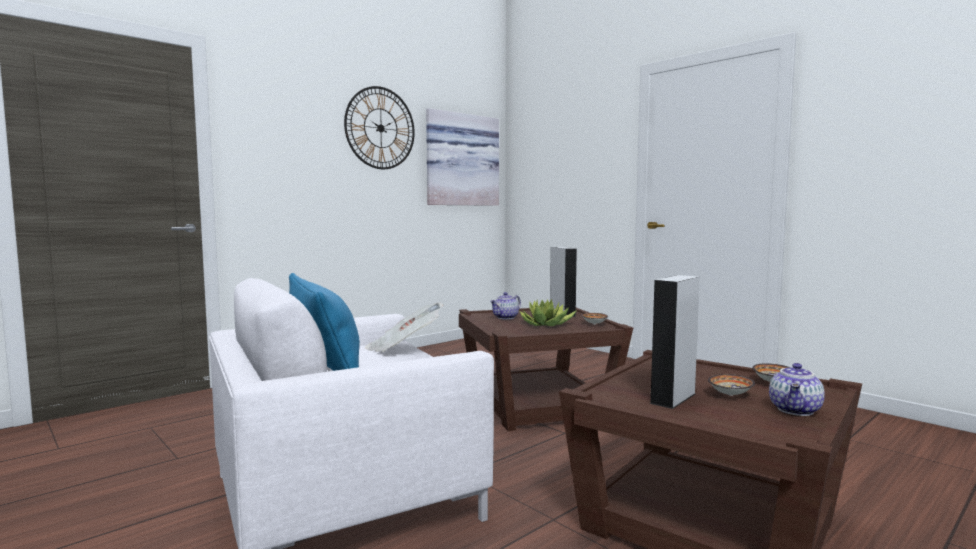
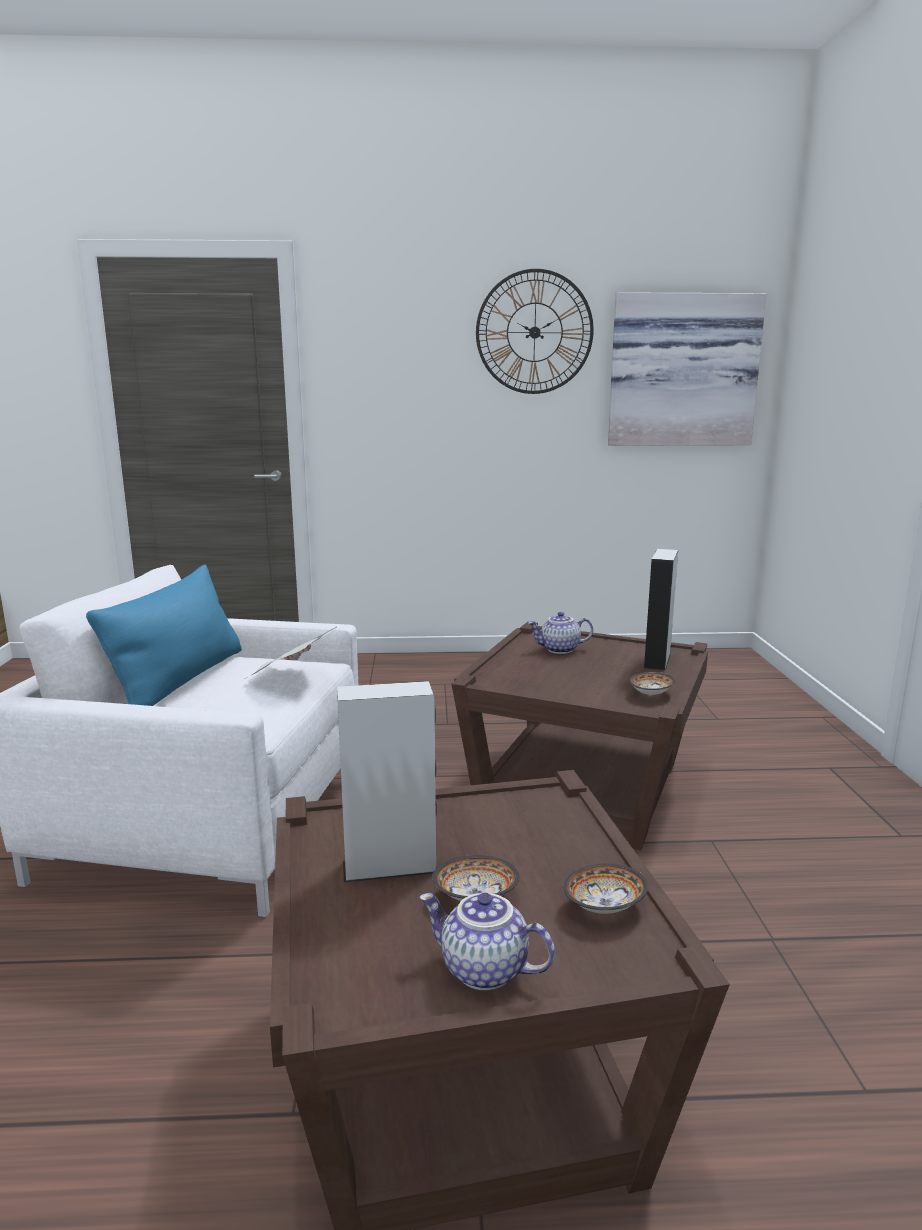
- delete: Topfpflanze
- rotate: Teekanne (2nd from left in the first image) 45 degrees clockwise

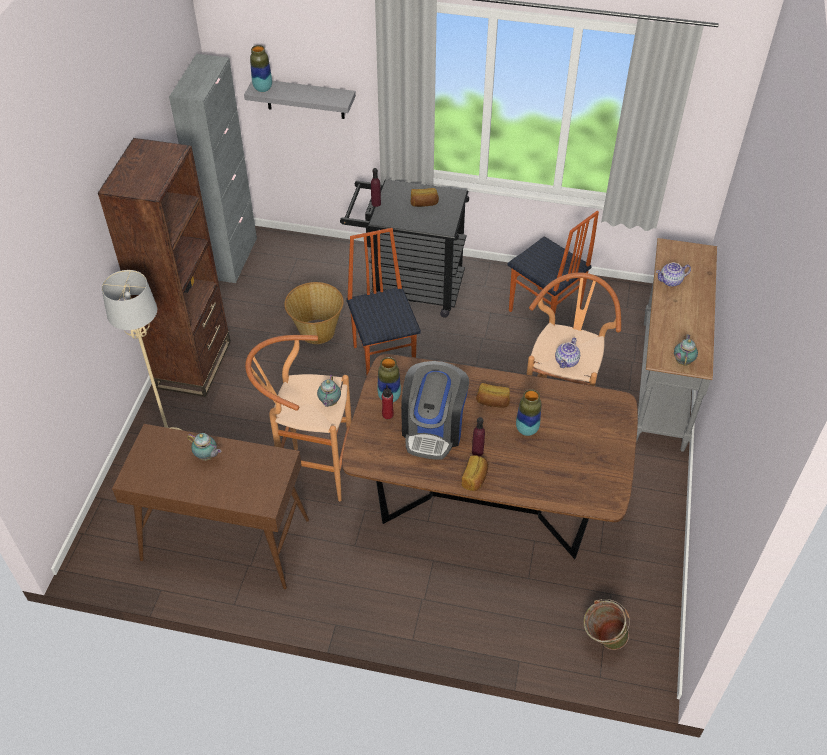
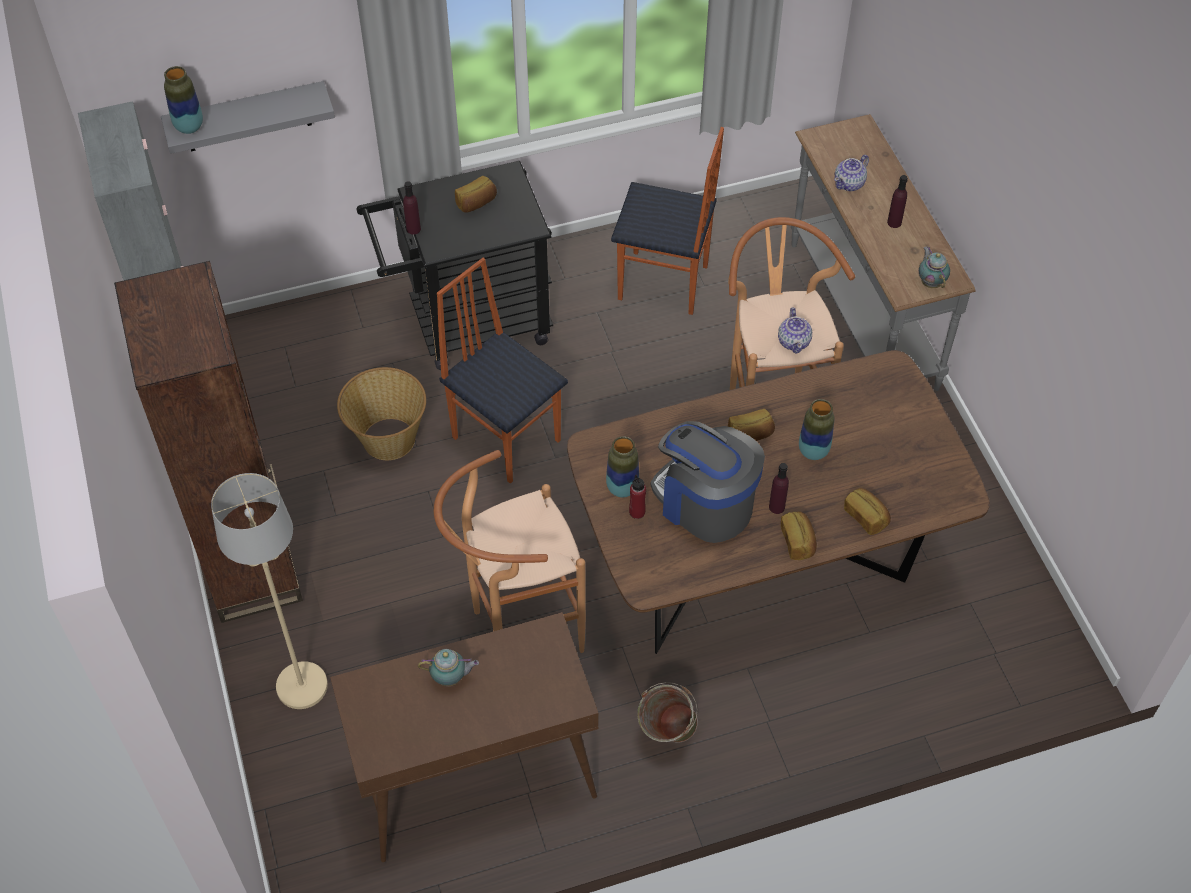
- delete: Teekanne (2nd from left)
- rotate: Kaffeemaschine 150 degrees clockwise
- move: Eimer (grün)
- insert: Brot (4th from left)
- insert: Flasche (lila) (3rd from left)

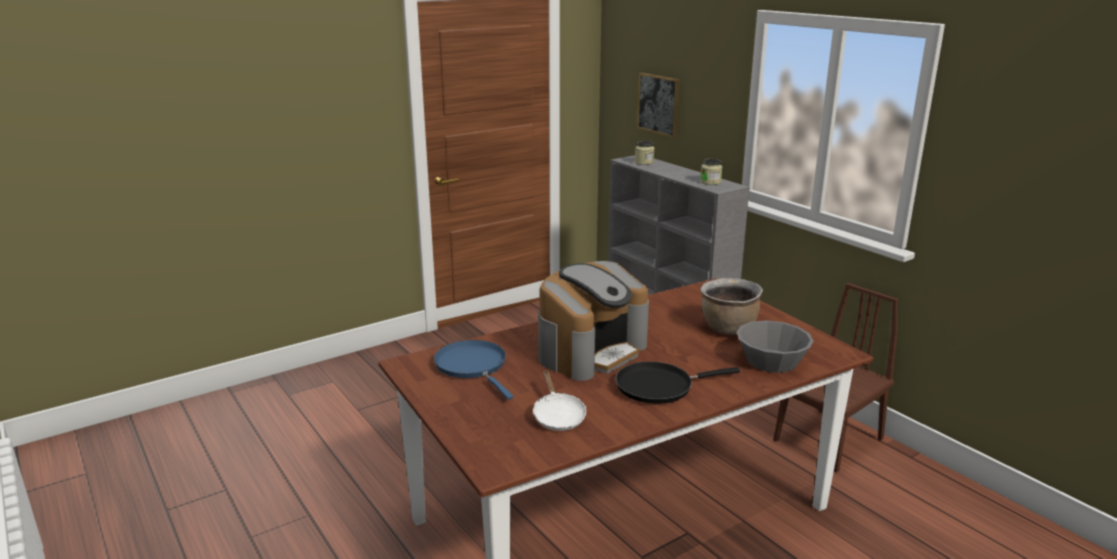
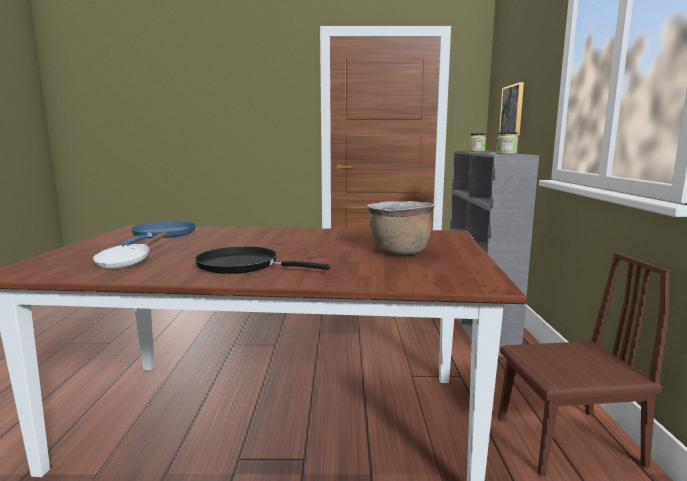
- delete: Kaffeemaschine
- delete: Schüssel (grau)

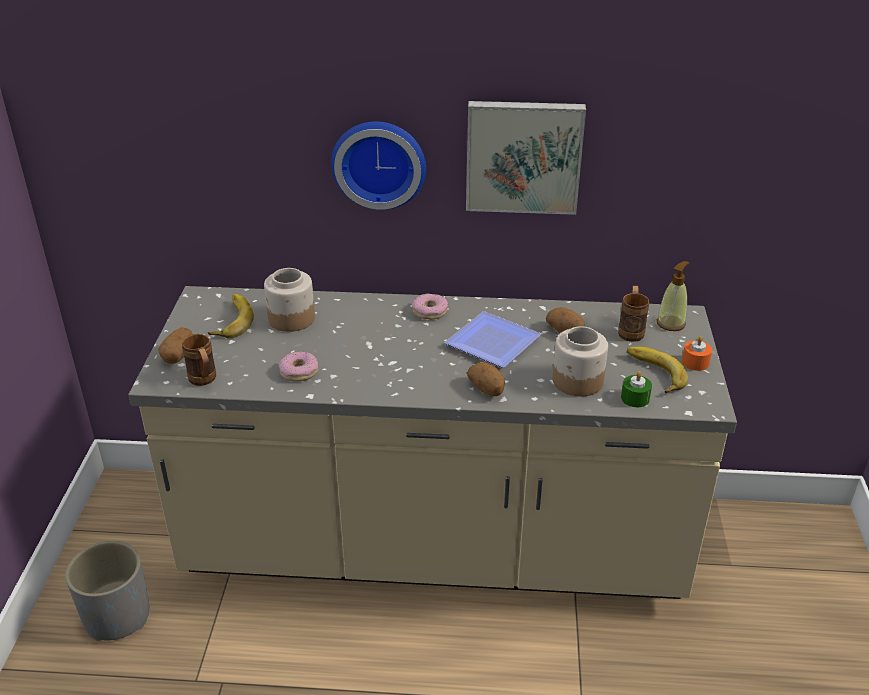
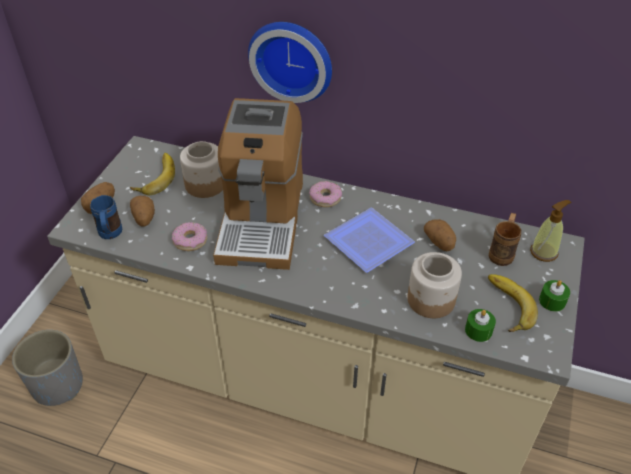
- recolor: Henkelbecher (braun) (1st from left) to Henkelbecher (blau)
- delete: Bild
- move: Kartoffel (2nd from left)
- recolor: Kerze (orange) to Kerze (grün) (2nd from left)
- insert: Kaffeemaschine

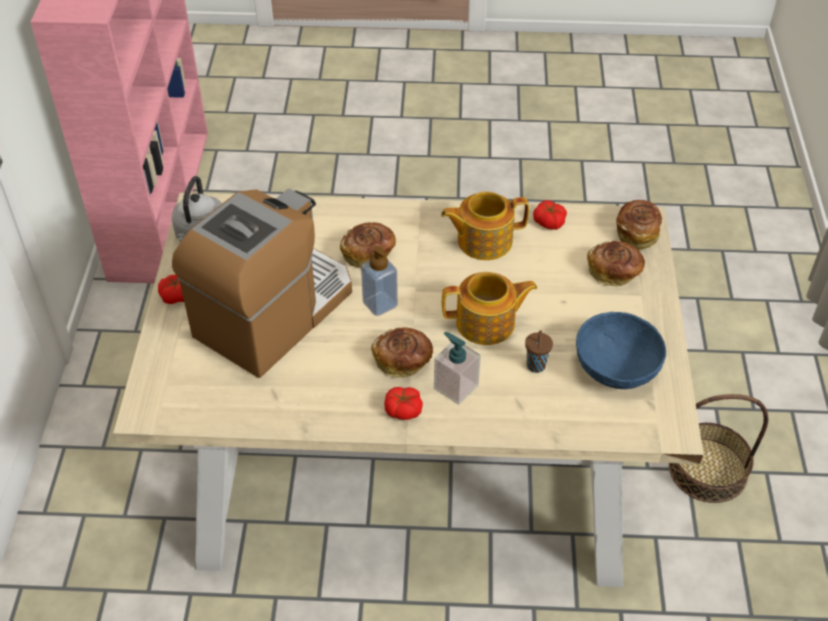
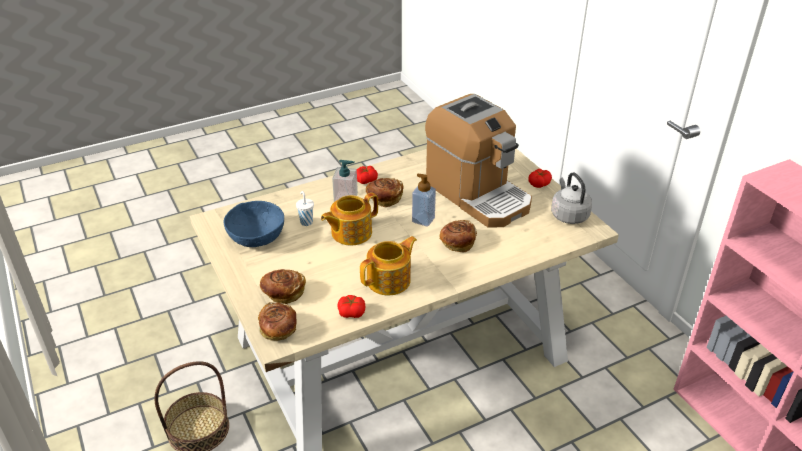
- rotate: Kaffeemaschine 45 degrees counterclockwise
- recolor: Tasse (braun) to Tasse (weiß)

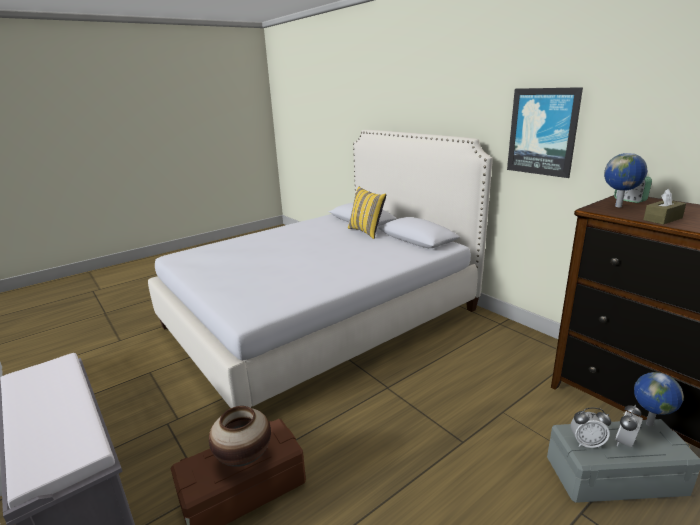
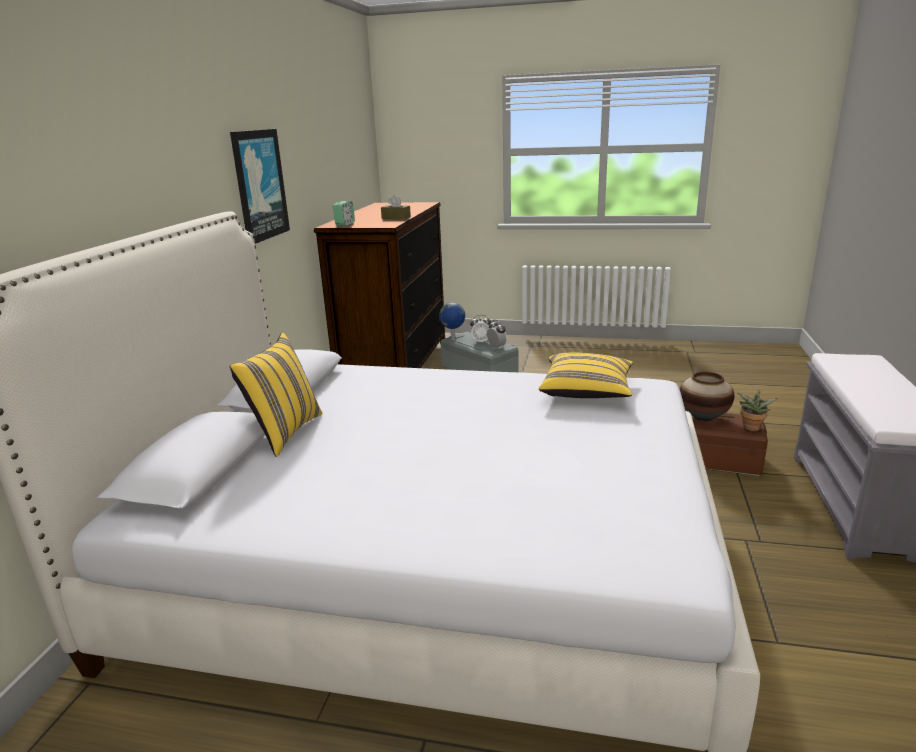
- delete: Globus (1st from left)
- insert: Kissen (gelb) (2nd from left)
- insert: Topfpflanze

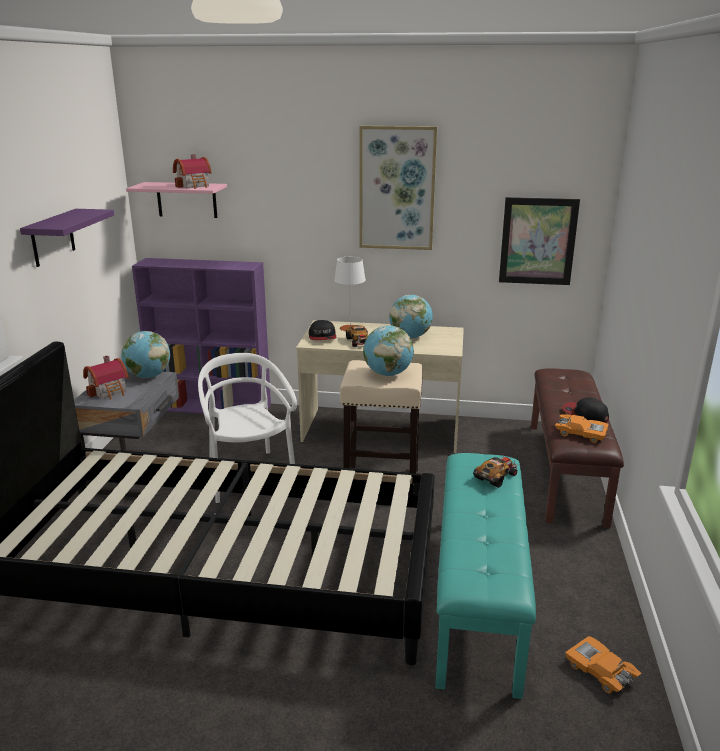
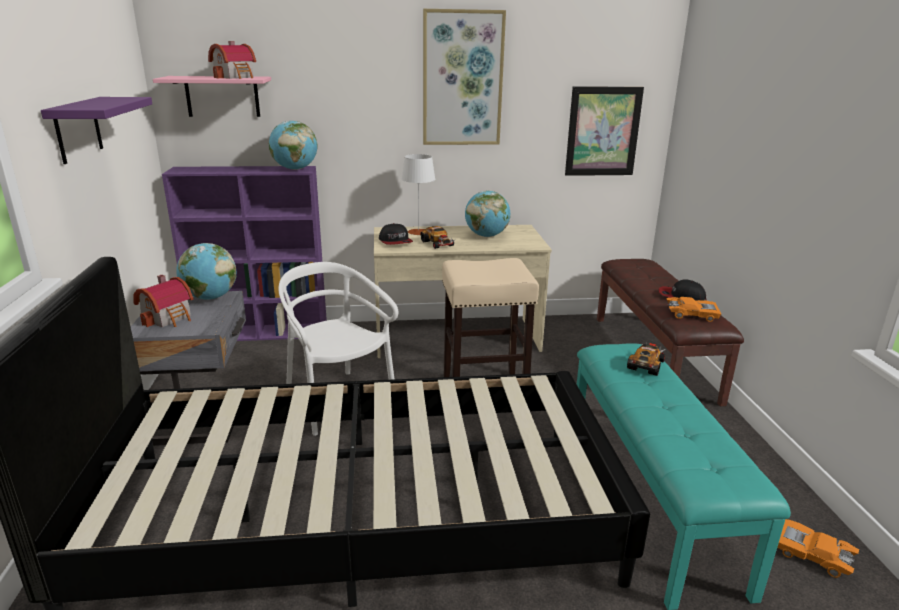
- move: Globus (2nd from left)

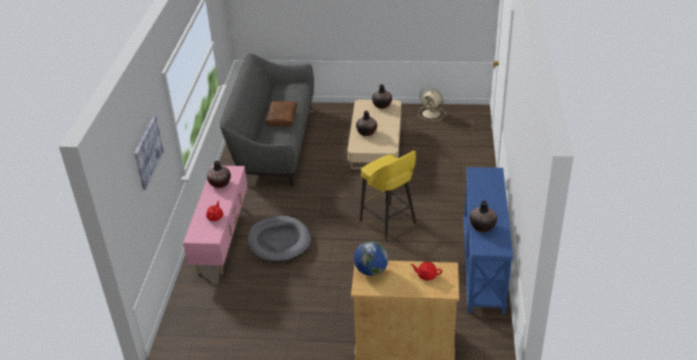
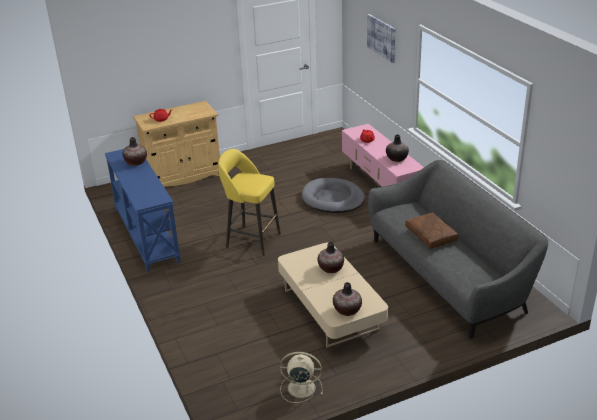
- delete: Globus

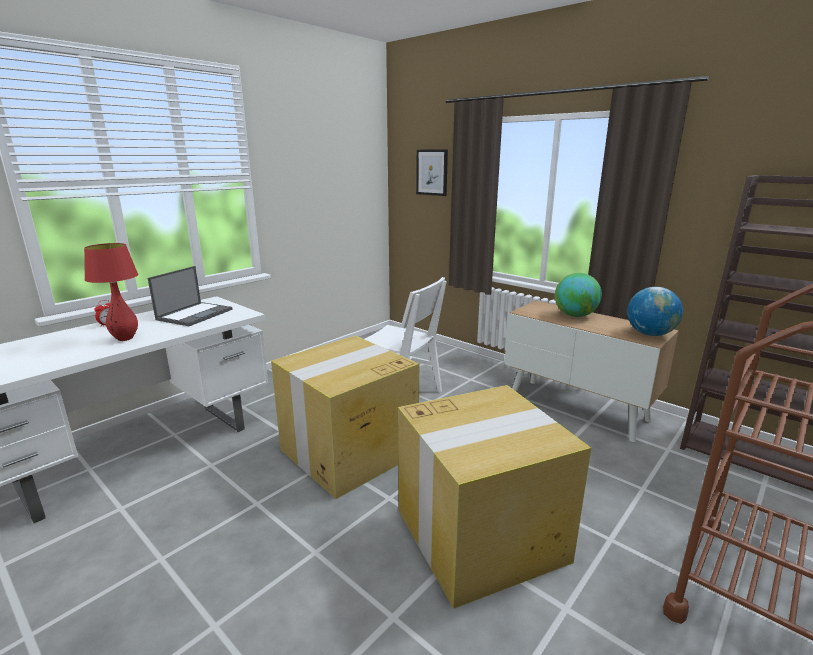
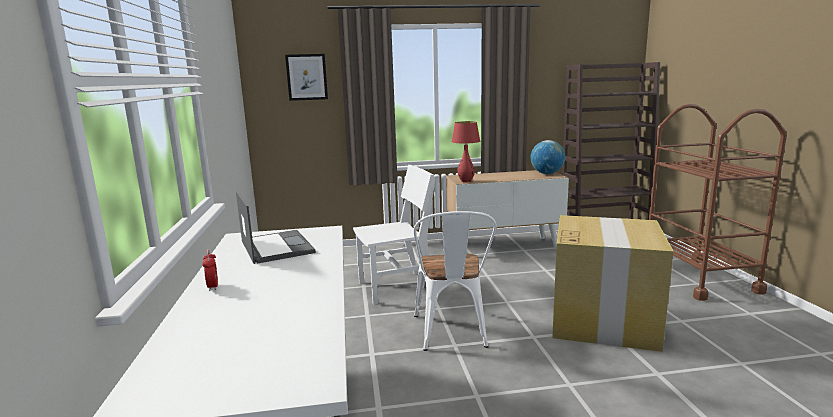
- move: Tischlampe (rot)
- replace: Karton (1st from left) to Stuhl (weiß) (2nd from left)
- delete: Globus (1st from left)

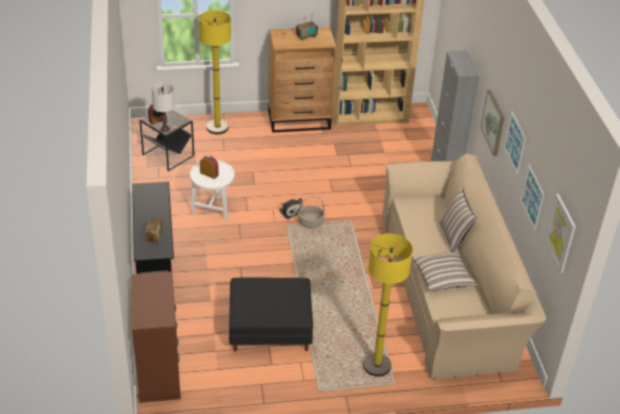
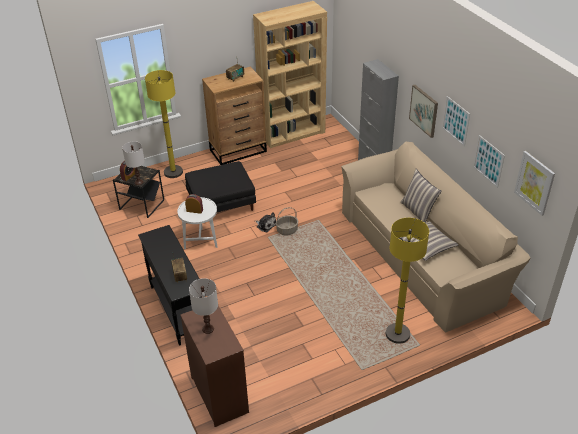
- move: Polsterhocker (schwarz)
- insert: Tischlampe (weiß) (2nd from left)

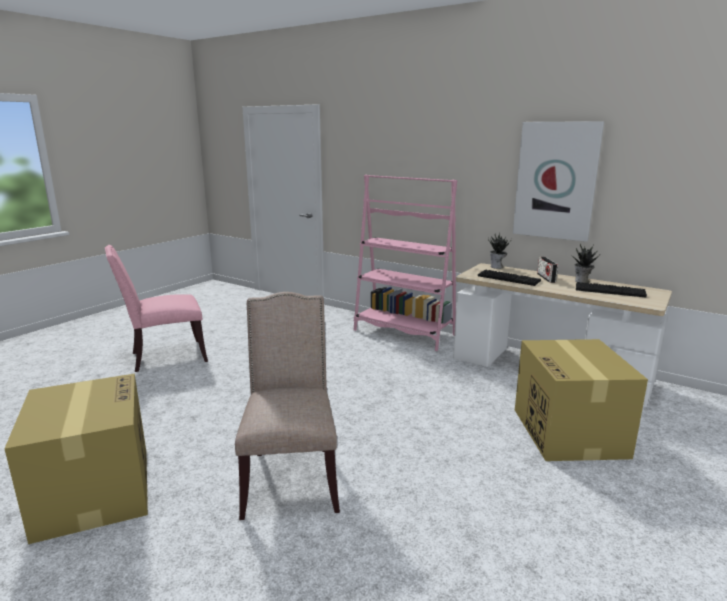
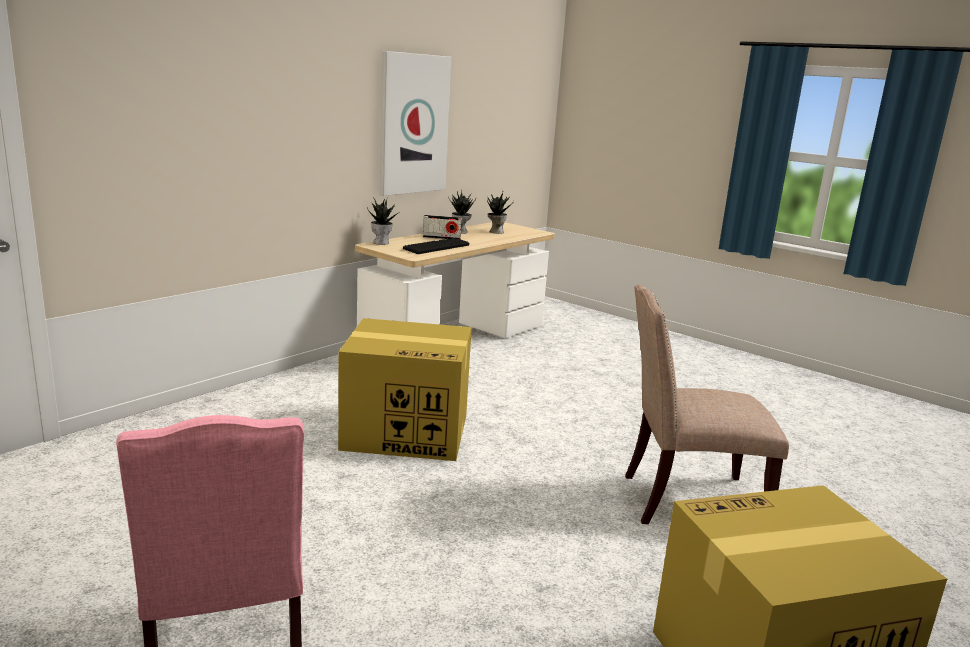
- delete: Bücherregal (rosa)
- move: Karton (2nd from left in the first image) to Karton (1st from left)
- replace: Tastatur (2nd from left) to Topfpflanze (3rd from left)

